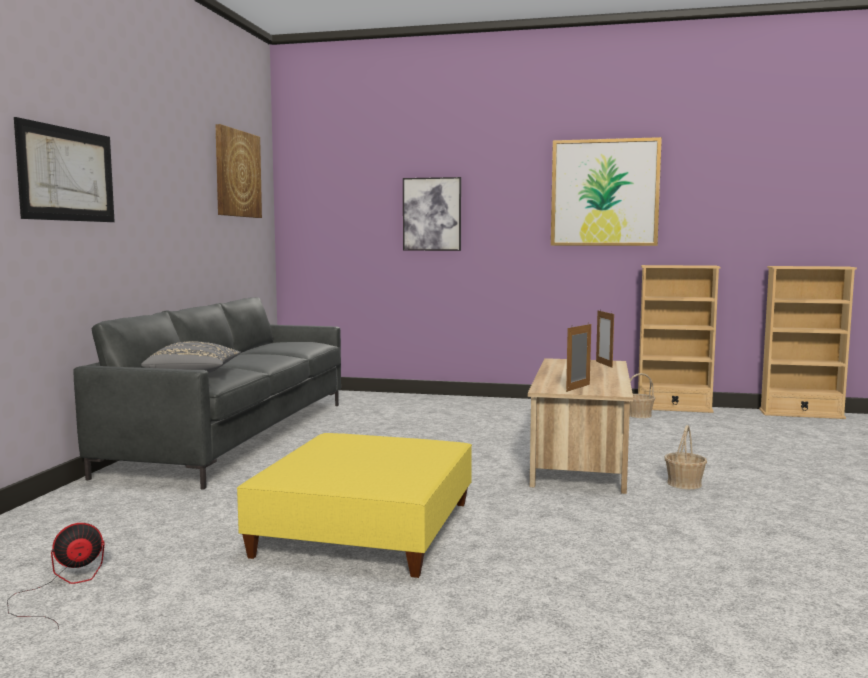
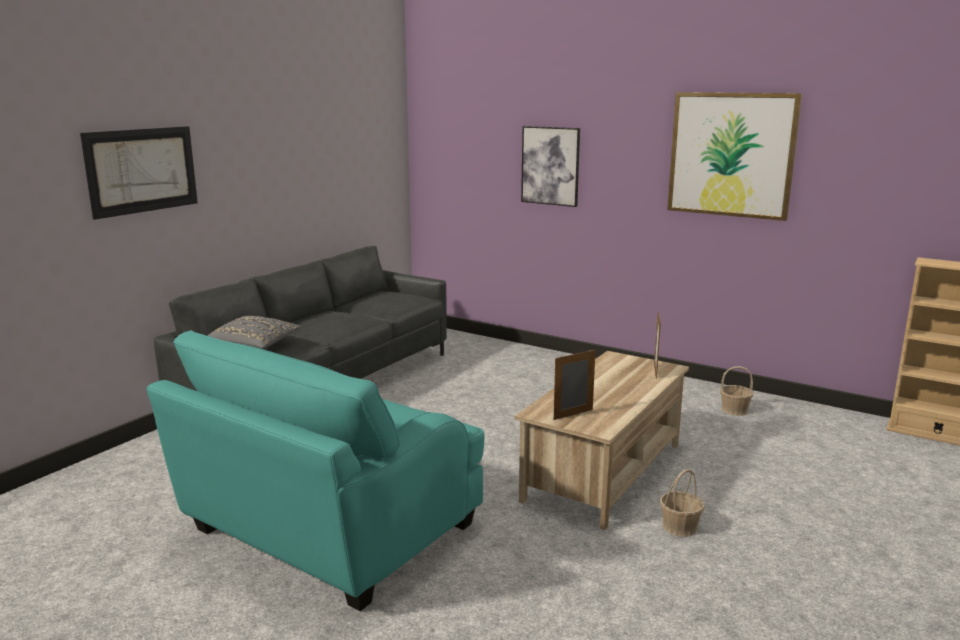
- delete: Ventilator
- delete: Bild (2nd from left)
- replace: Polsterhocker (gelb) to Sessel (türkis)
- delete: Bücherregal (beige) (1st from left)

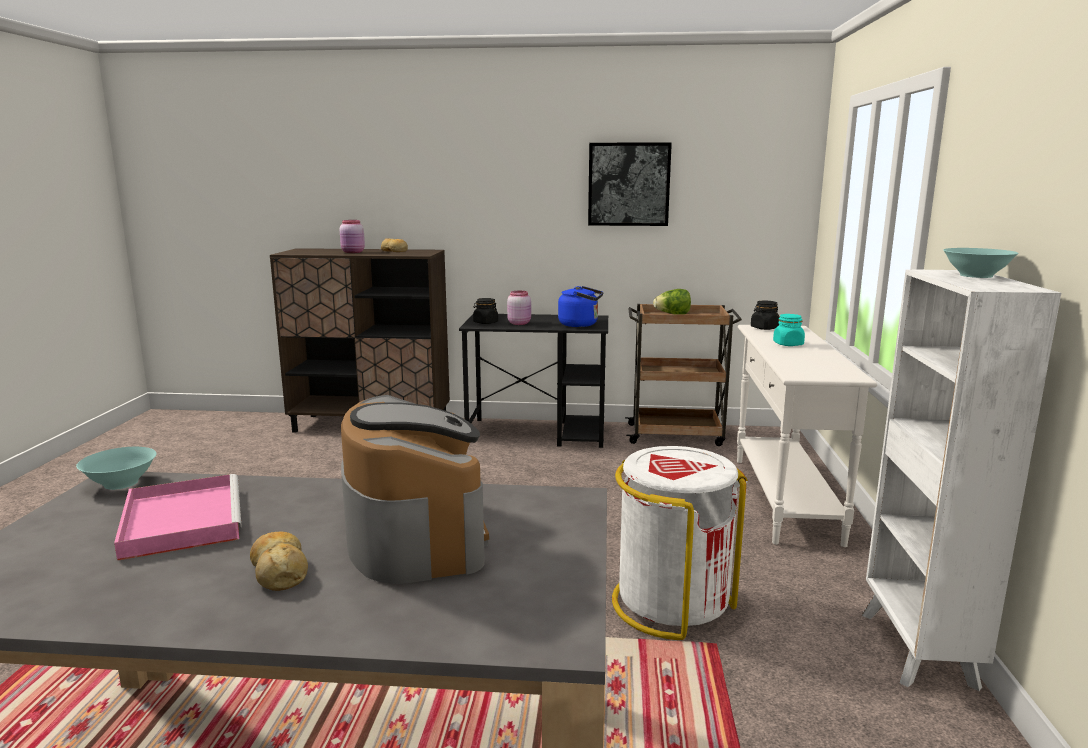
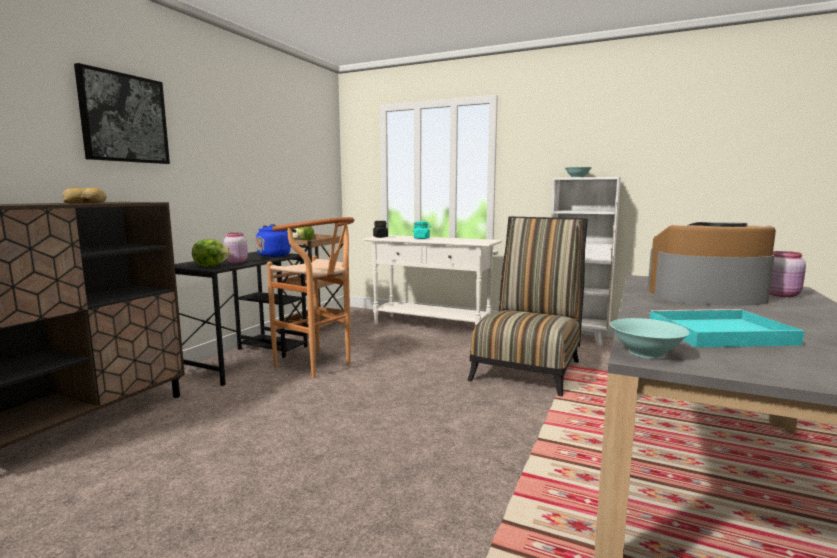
- recolor: Tablett (rosa) to Tablett (türkis)
- delete: Brot (1st from left)
- move: Vorratsglas (rosa) (1st from left in the first image) to Vorratsglas (rosa) (2nd from left)
- replace: Vorratsglas (schwarz) (1st from left) to Salatkopf (1st from left)
- move: Bild
- replace: Mülleimer (weiß) to Stuhl
- insert: Hocker (braun)

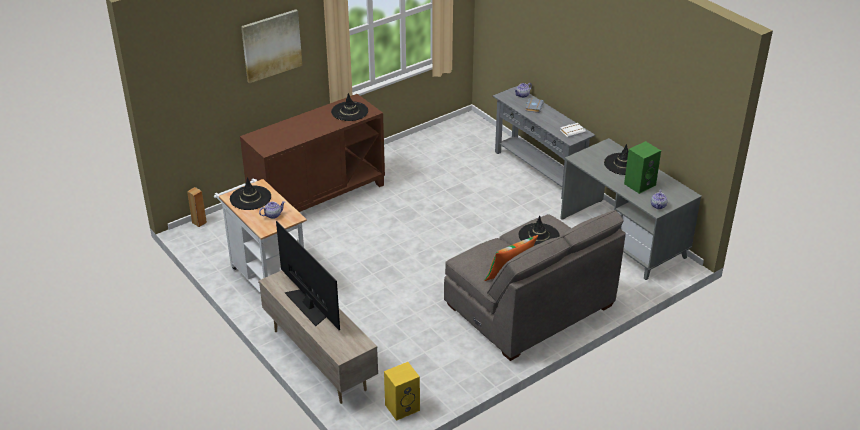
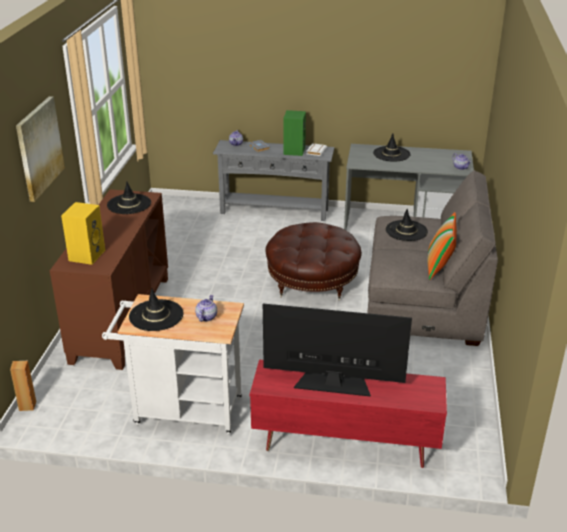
- recolor: Fernsehschrank (beige) to Fernsehschrank (rot)
- move: Lautsprecher (gelb)
- move: Lautsprecher (grün)
- insert: Polsterhocker (braun)

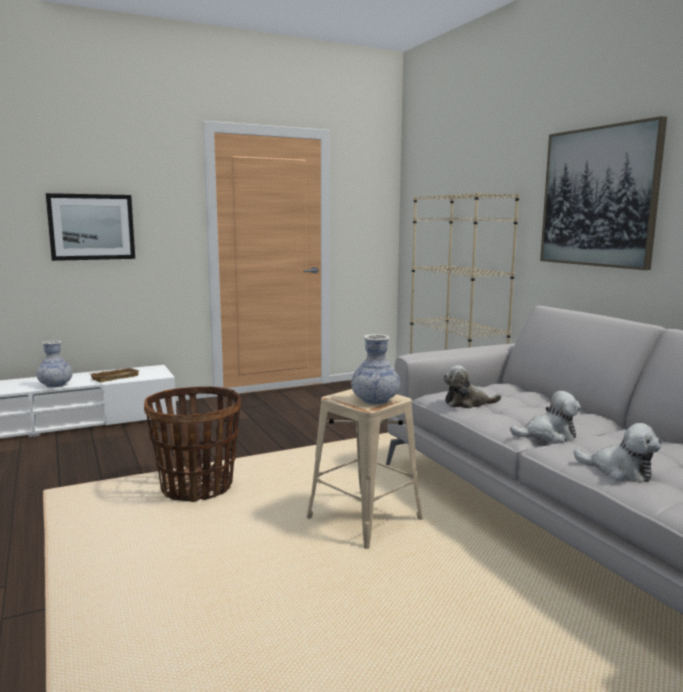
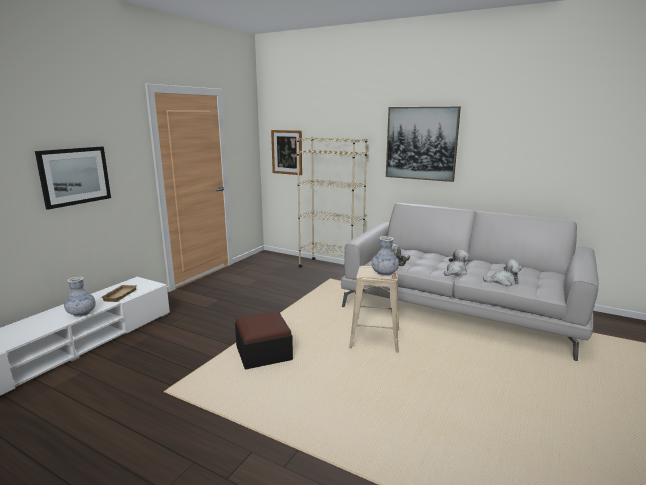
- replace: Korb to Polsterhocker
- insert: Bild (2nd from left)

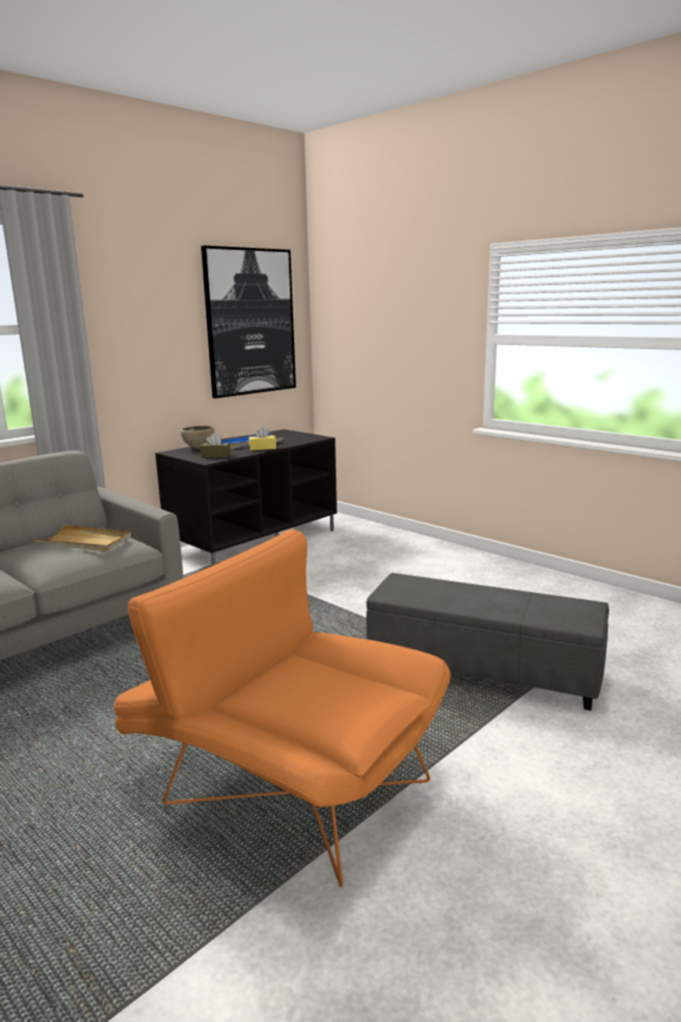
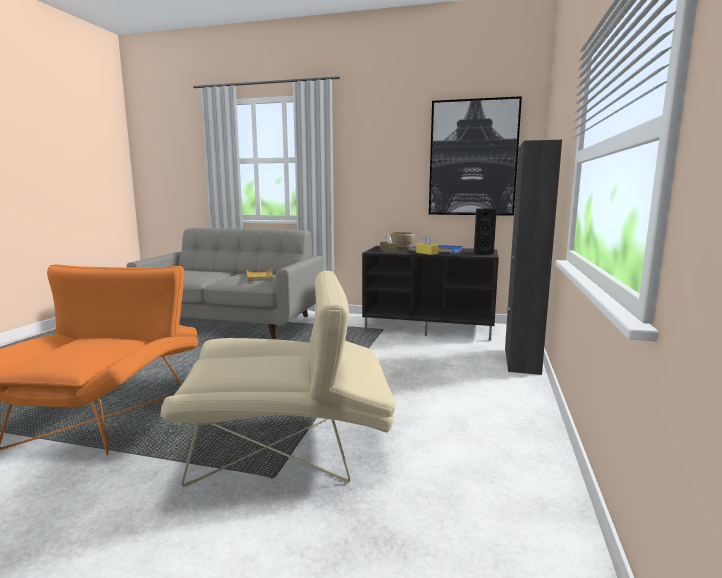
- replace: Polsterhocker (grau) to Sessel (beige)
- insert: Lautsprecher (schwarz)
- insert: Schrank (schwarz)

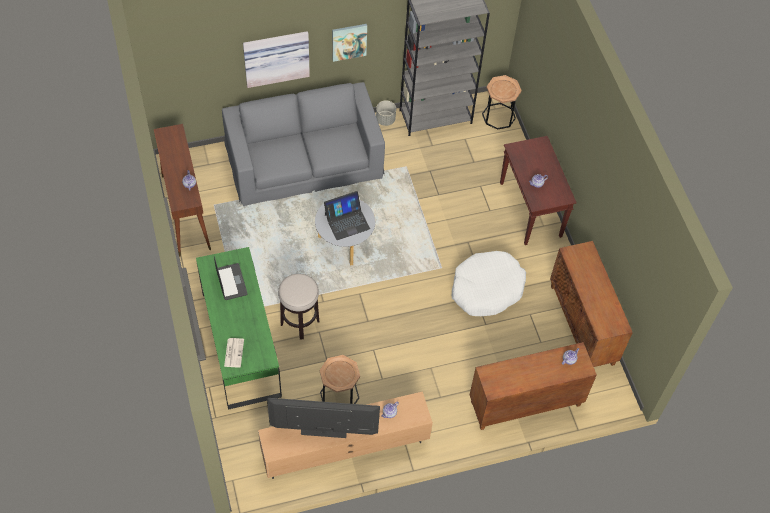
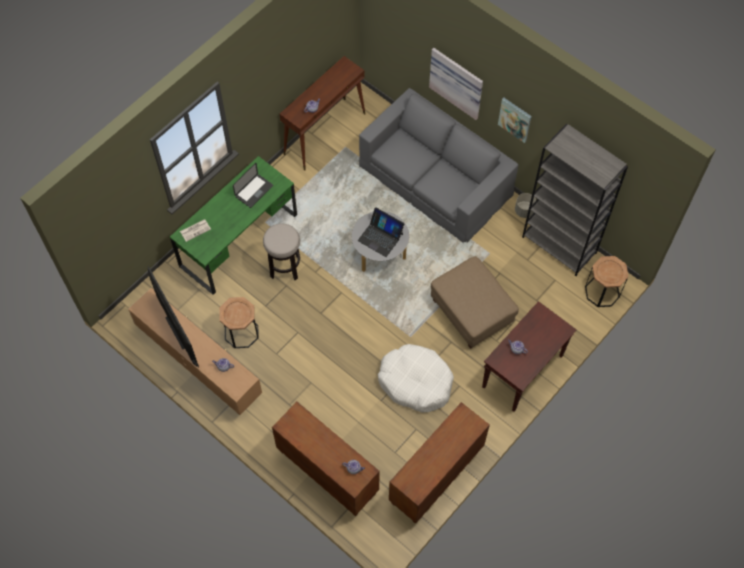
- insert: Polsterhocker (beige)

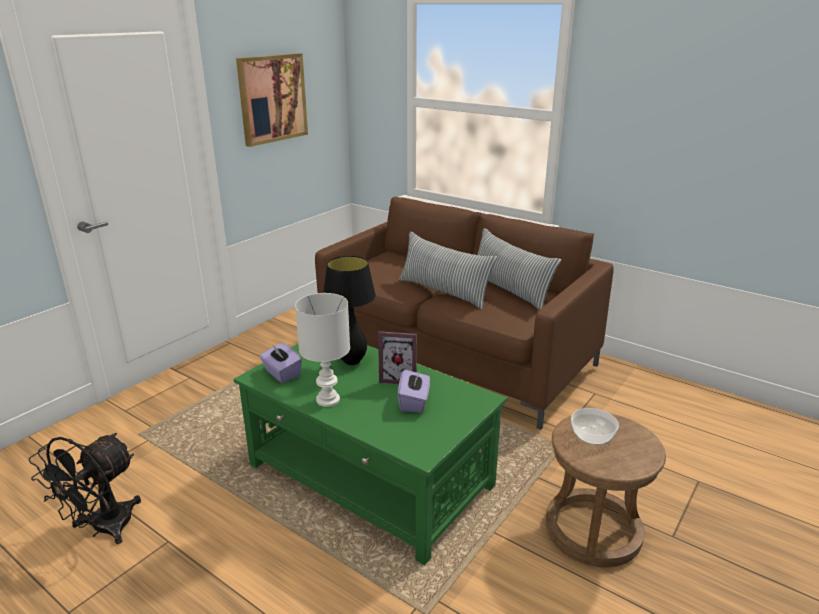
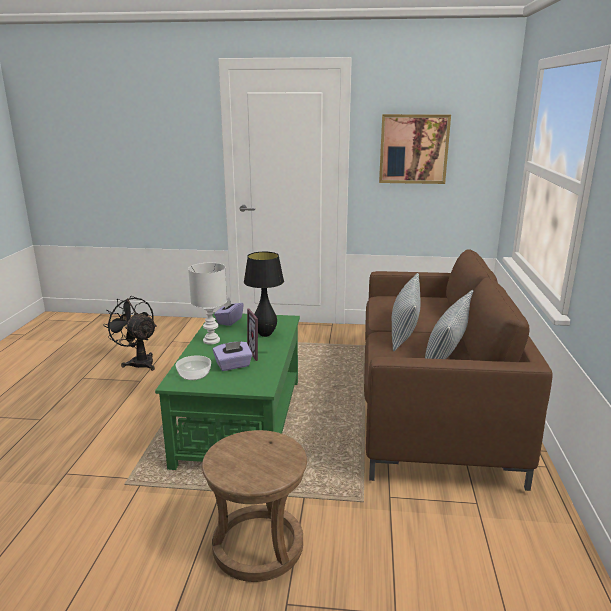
- rotate: Ventilator (schwarz) 45 degrees clockwise
- move: Schüssel

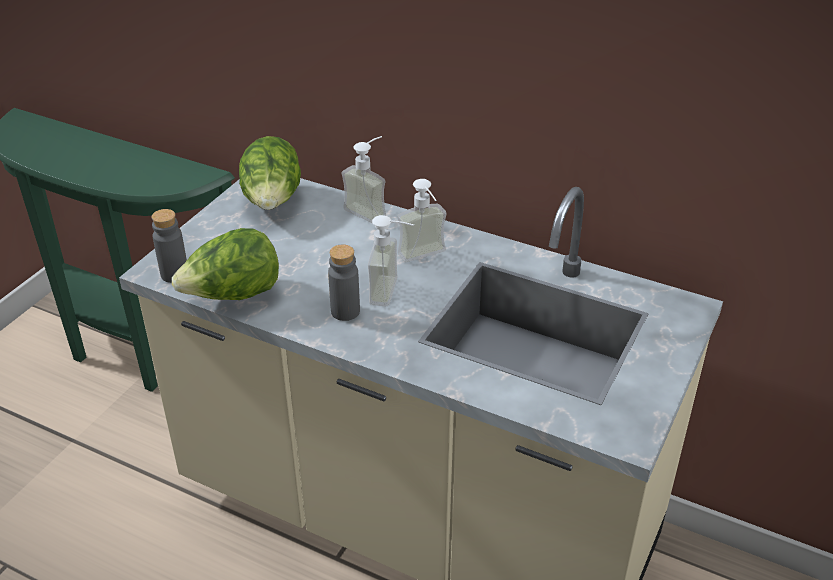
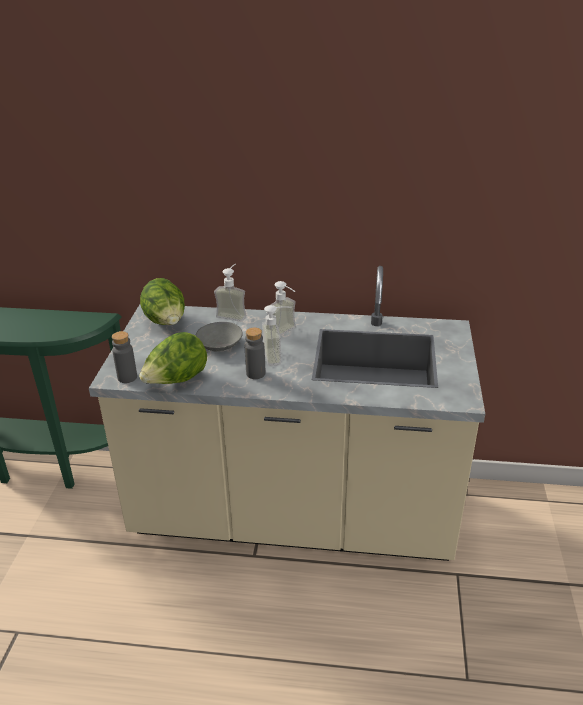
- insert: Schüssel (grau)

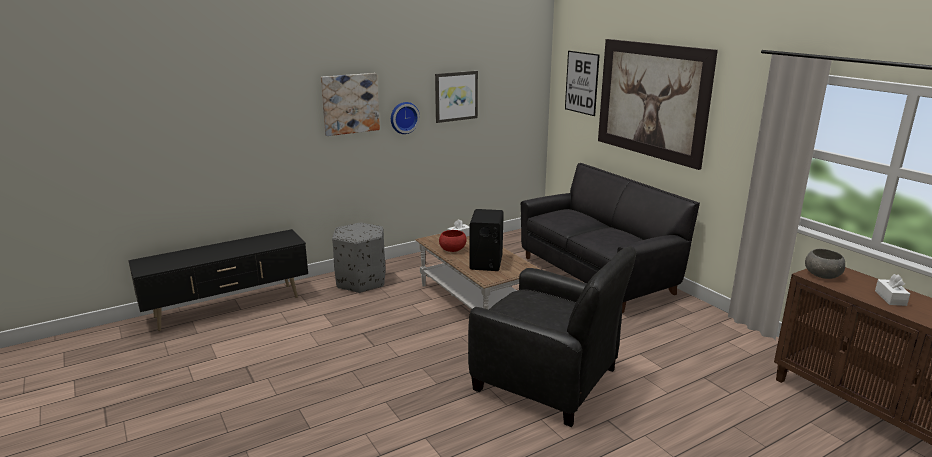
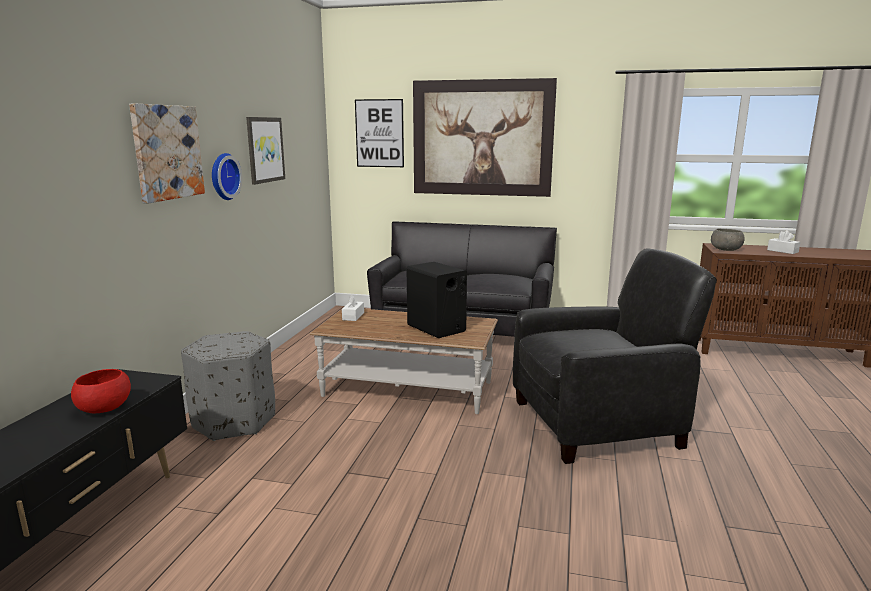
- move: Schüssel (rot)

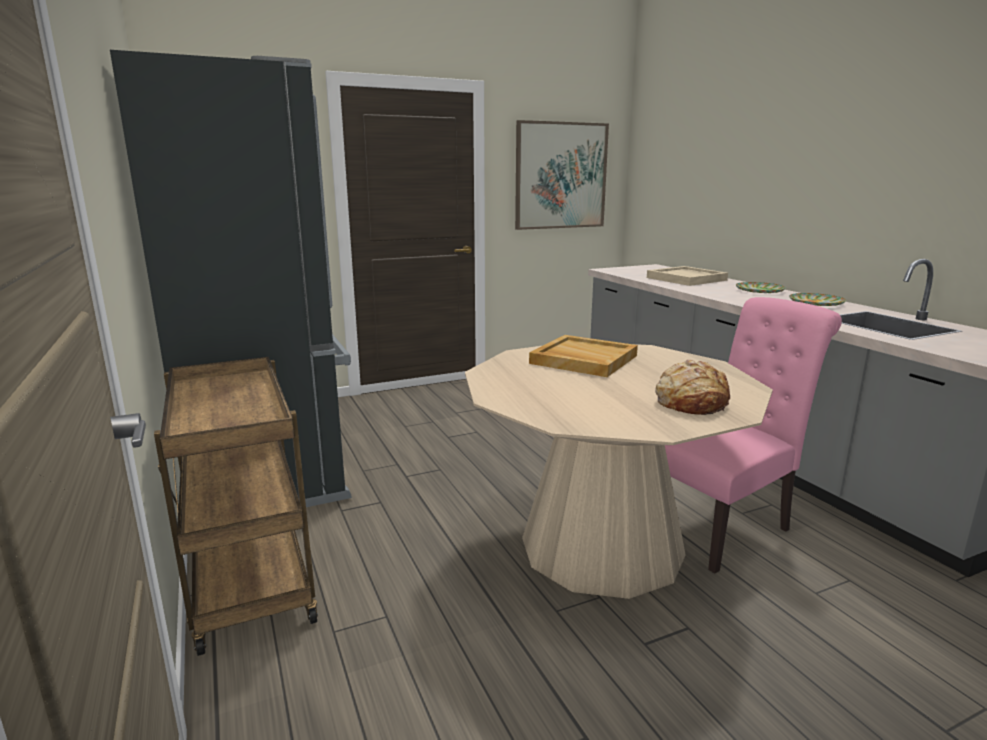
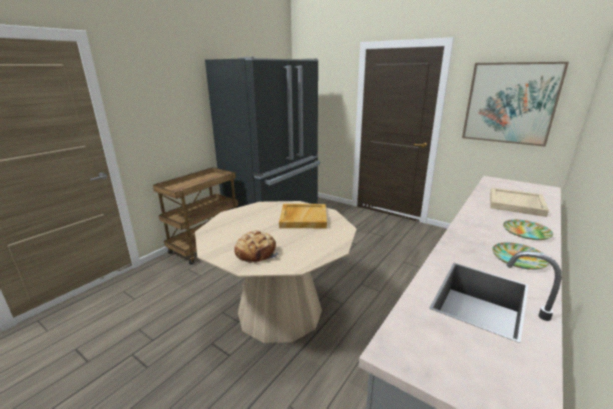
- delete: Stuhl (rosa)

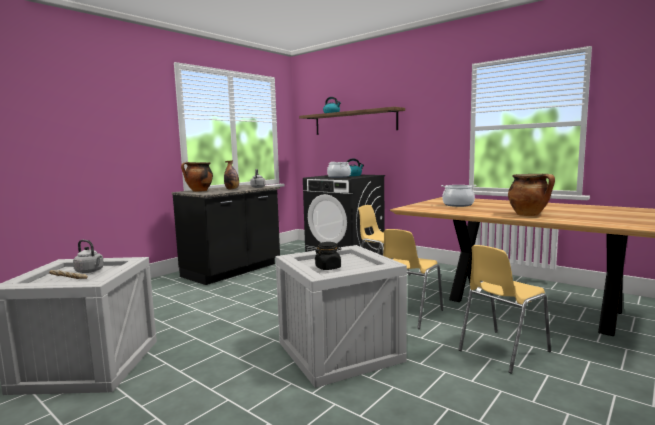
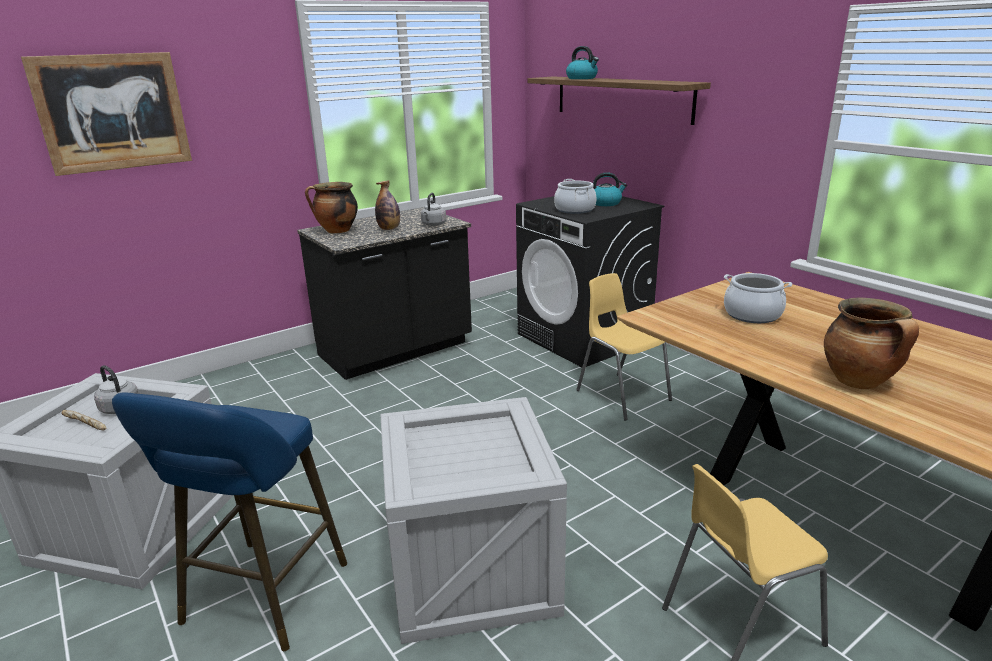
- delete: Vorratsglas (schwarz)
- delete: Stuhl (gelb) (2nd from left)
- insert: Bild
- insert: Hocker (blau)

